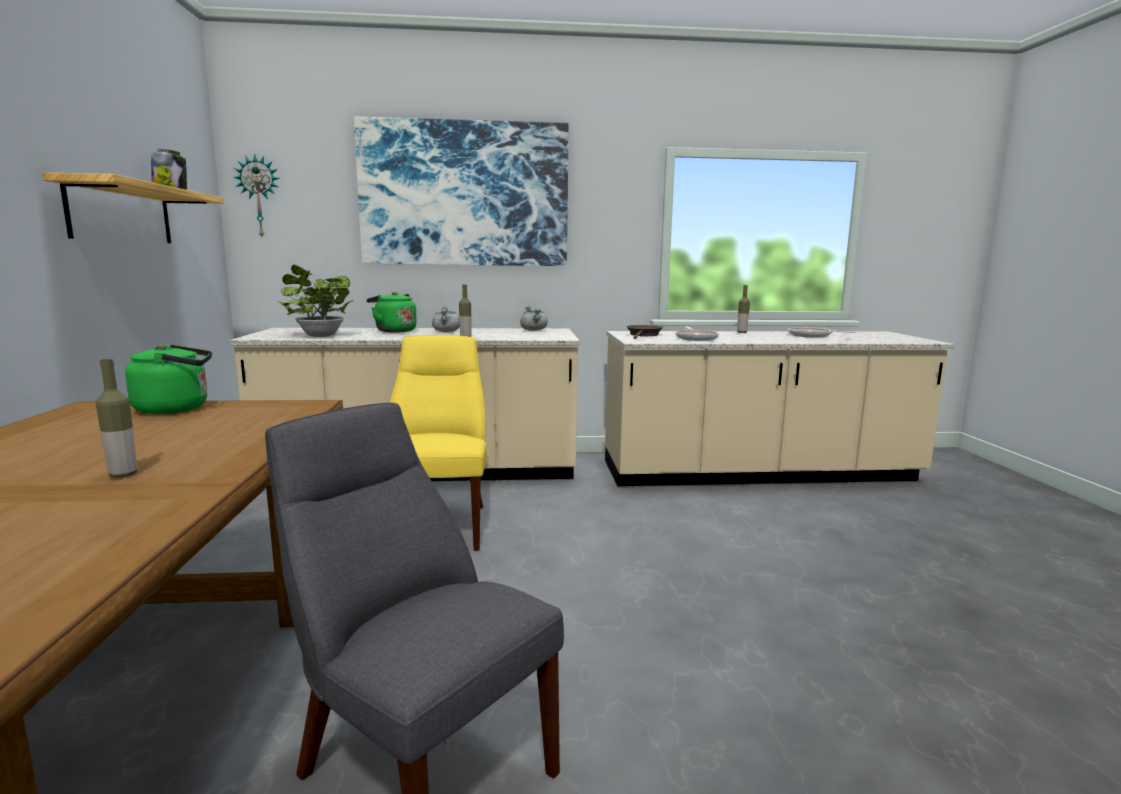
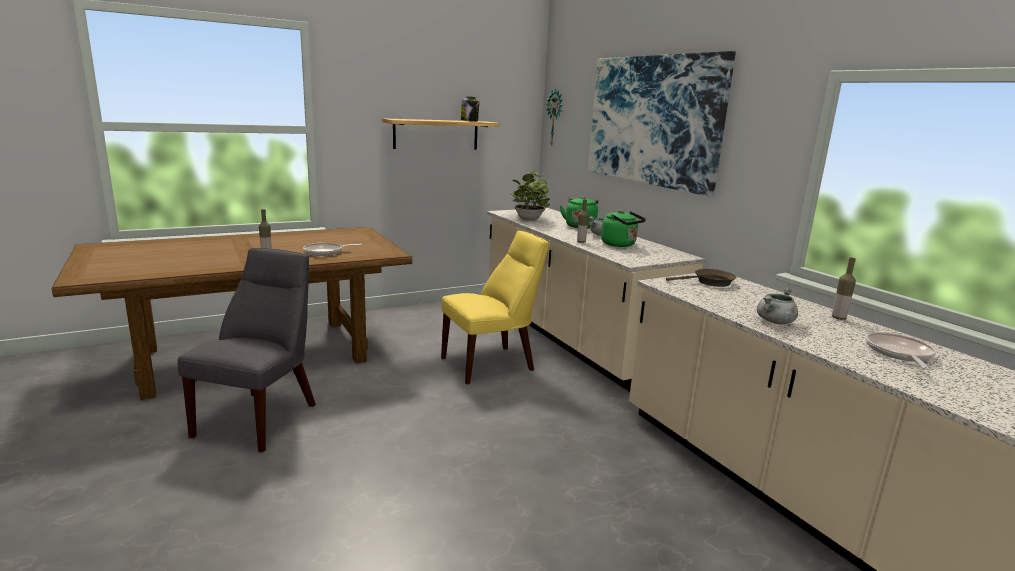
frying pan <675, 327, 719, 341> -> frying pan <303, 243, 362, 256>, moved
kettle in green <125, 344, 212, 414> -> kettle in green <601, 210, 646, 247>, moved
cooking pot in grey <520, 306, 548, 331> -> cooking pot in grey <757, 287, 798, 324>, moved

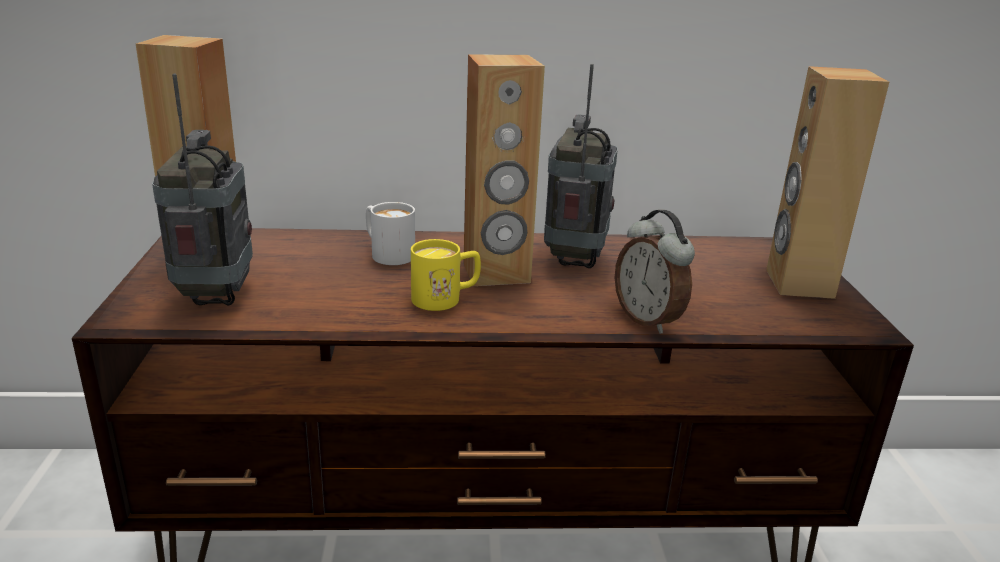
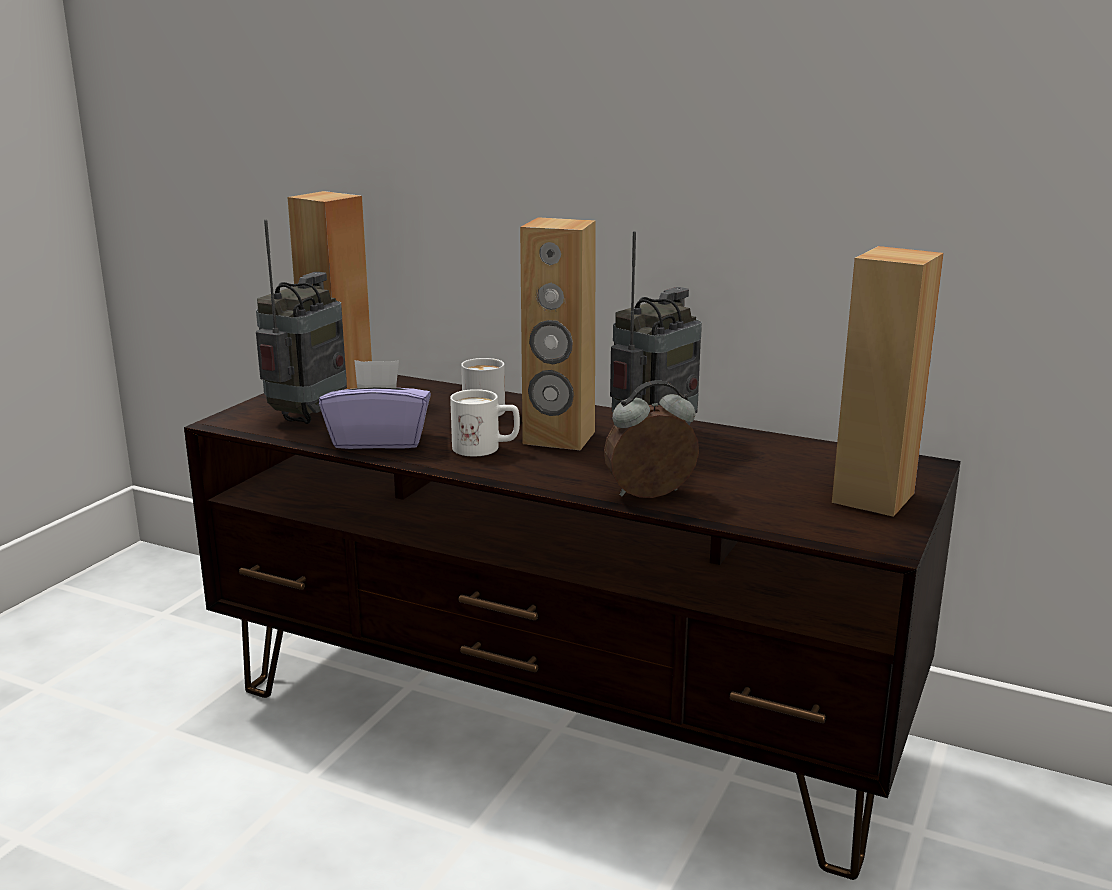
none -> tissue box in purple <319, 360, 431, 449>
mug in yellow <411, 239, 481, 311> -> mug in white <450, 389, 520, 456>
alarm clock <615, 210, 695, 334> -> alarm clock <604, 380, 699, 498>, 75 degrees clockwise

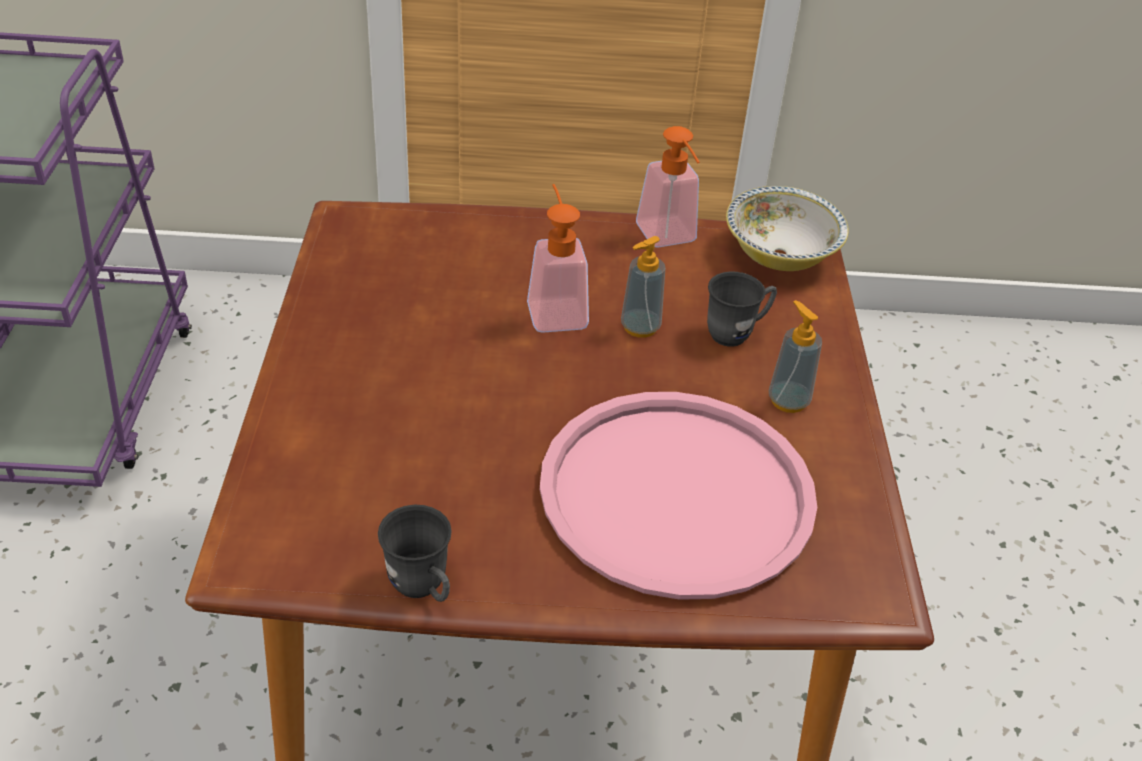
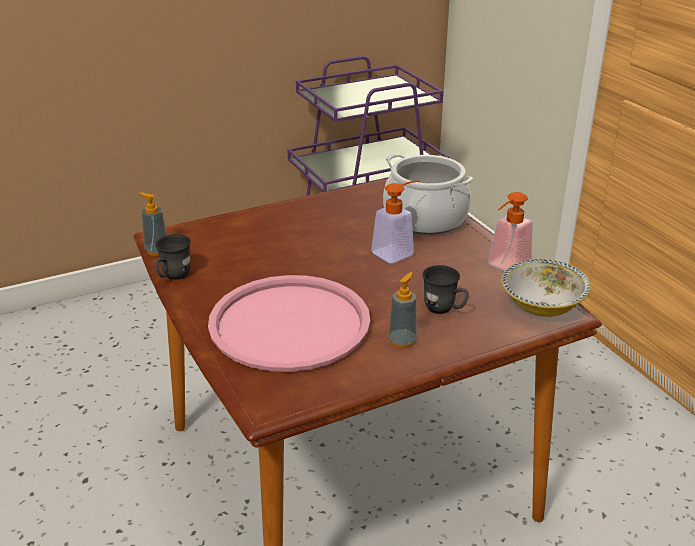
soap dispenser <621, 236, 665, 338> -> soap dispenser <138, 192, 167, 256>, moved
none -> cooking pot <383, 154, 473, 235>

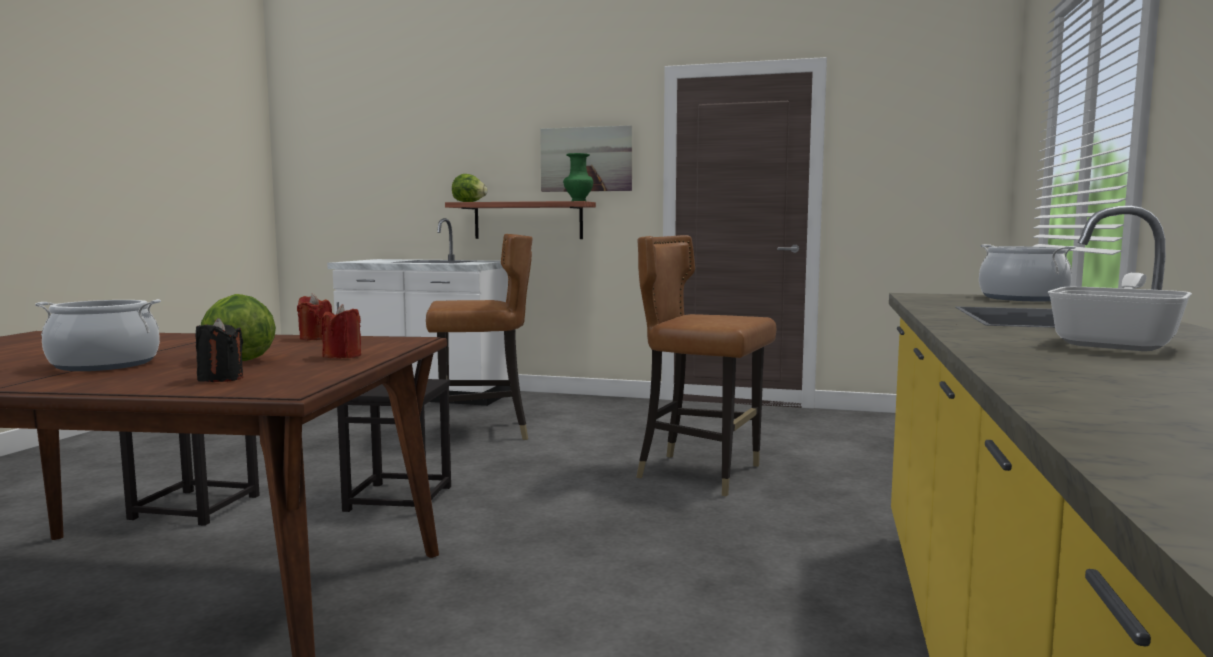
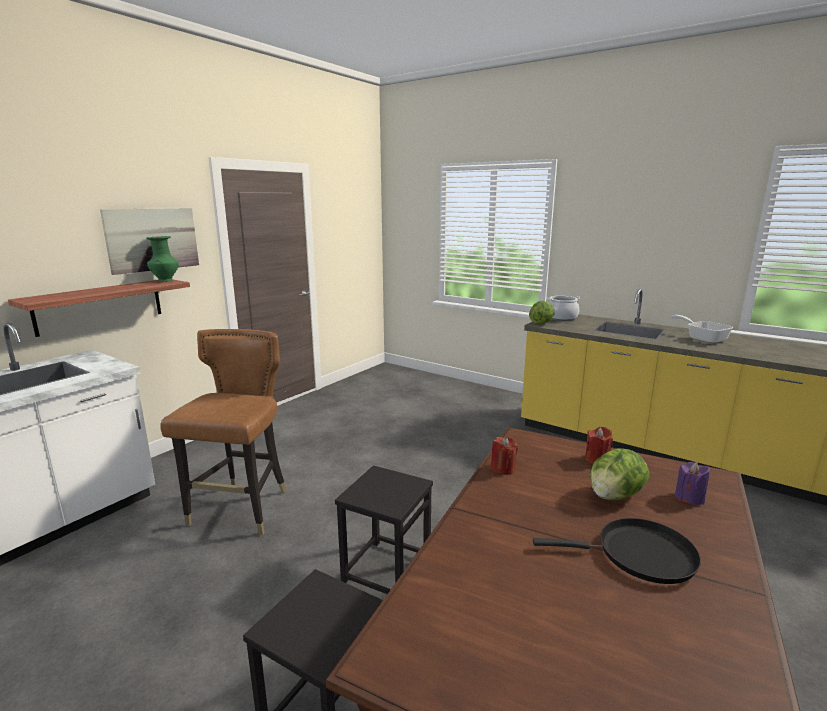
lettuce <452, 174, 487, 202> -> lettuce <529, 301, 555, 325>, moved
cooking pot <35, 299, 161, 371> -> frying pan in black <533, 518, 701, 584>
candle in black <195, 318, 243, 382> -> candle in purple <675, 462, 710, 505>
chair in brown <636, 235, 776, 497> -> none

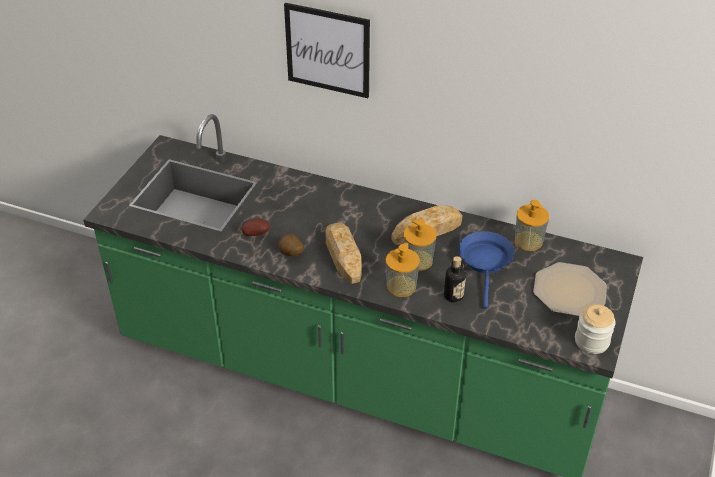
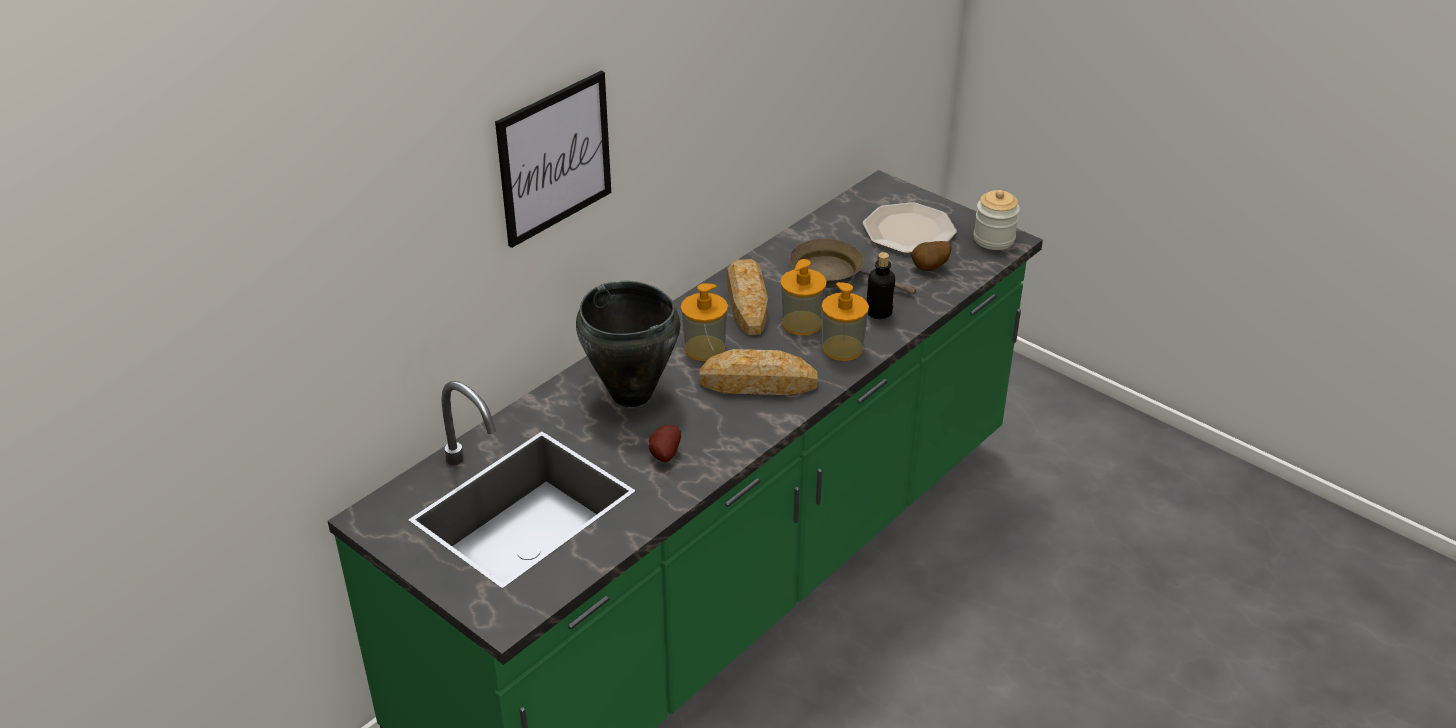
none -> cooking pot in black <576, 281, 680, 407>
soap dispenser <515, 200, 549, 251> -> soap dispenser <681, 283, 728, 361>, moved
frying pan in blue <458, 231, 514, 309> -> frying pan in brown <789, 239, 916, 295>
potato <278, 234, 304, 257> -> potato <912, 241, 951, 271>, moved

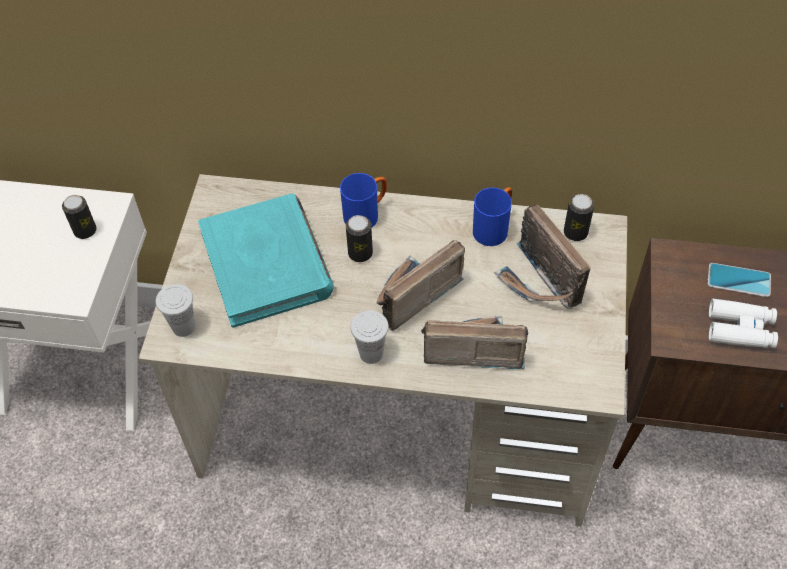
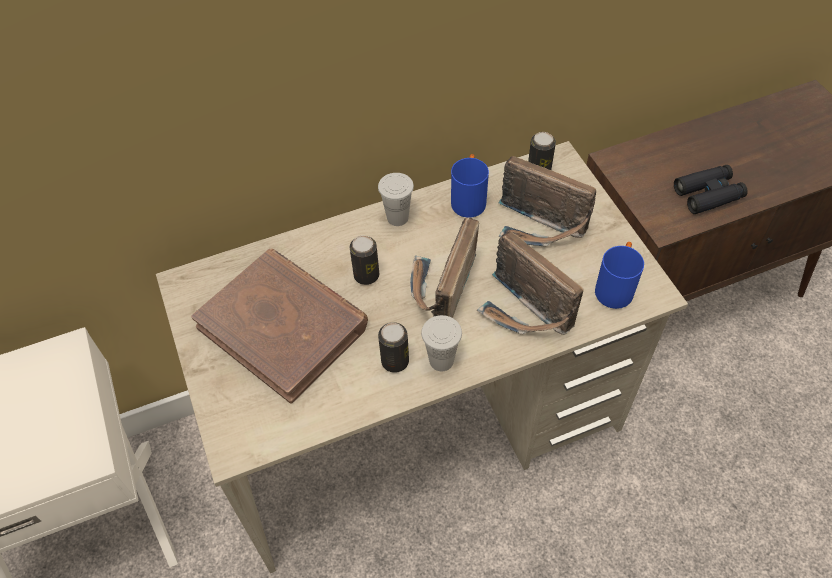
book in turquoise <198, 194, 334, 328> -> book in brown <191, 248, 368, 404>
cup in white <156, 284, 195, 337> -> cup in white <378, 173, 414, 226>, moved
can <62, 195, 97, 239> -> can <378, 322, 409, 373>, moved
radio <421, 316, 528, 369> -> radio <477, 231, 584, 335>, 105 degrees counterclockwise
mug in blue <340, 173, 387, 228> -> mug in blue <595, 242, 644, 309>, moved
binoculars in white <709, 299, 778, 349> -> binoculars in black <674, 165, 748, 214>
phone <708, 263, 771, 297> -> none

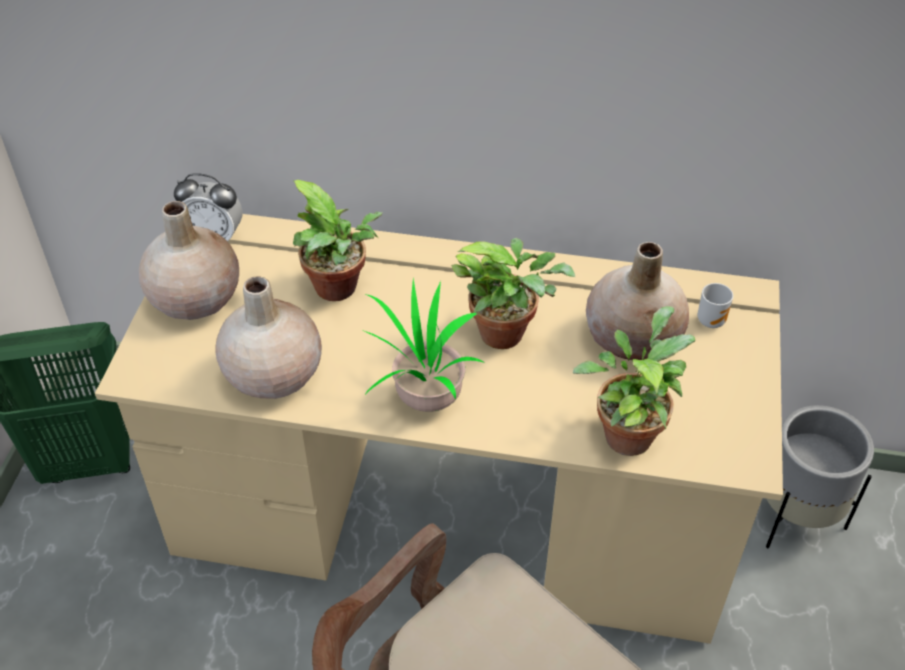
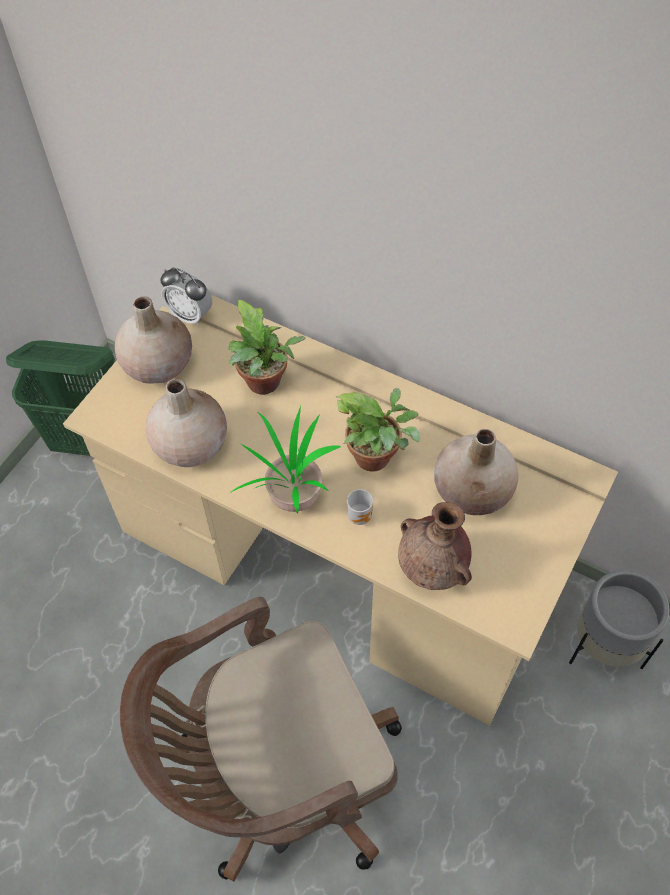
mug <698, 283, 733, 328> -> mug <347, 489, 373, 525>, moved
potted plant <573, 306, 695, 456> -> vase in brown <398, 502, 472, 590>

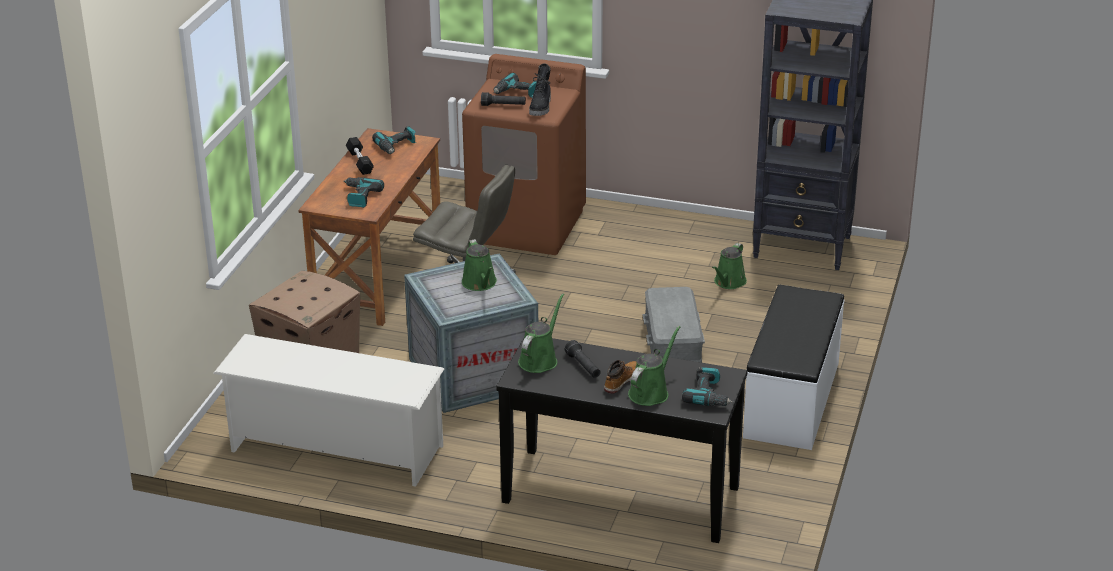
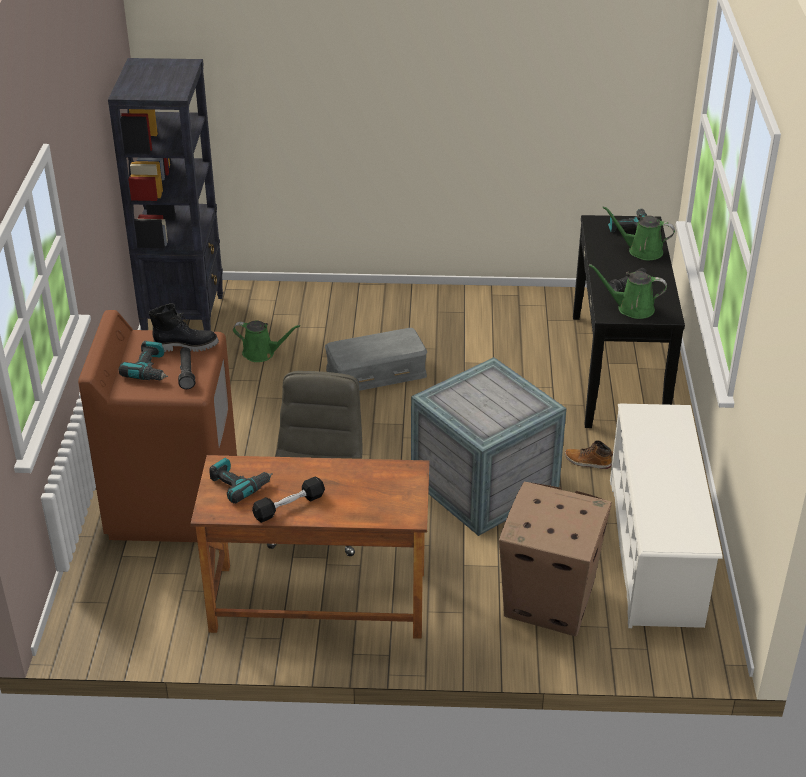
boot <604, 360, 637, 394> -> boot <565, 440, 613, 469>, moved
power drill <343, 177, 384, 208> -> none
watering can in green <462, 239, 497, 291> -> none
bench in white <743, 285, 845, 450> -> none

